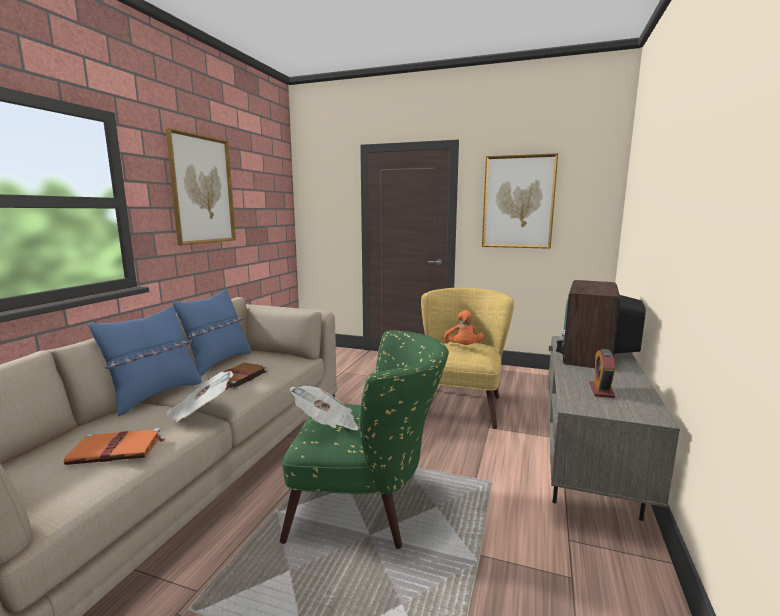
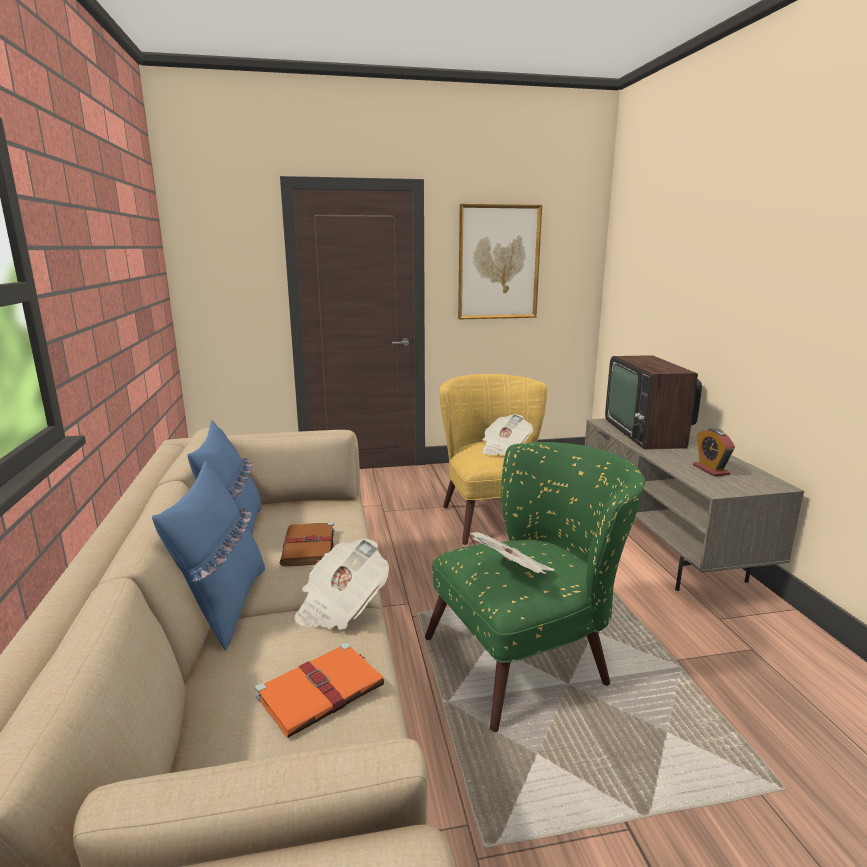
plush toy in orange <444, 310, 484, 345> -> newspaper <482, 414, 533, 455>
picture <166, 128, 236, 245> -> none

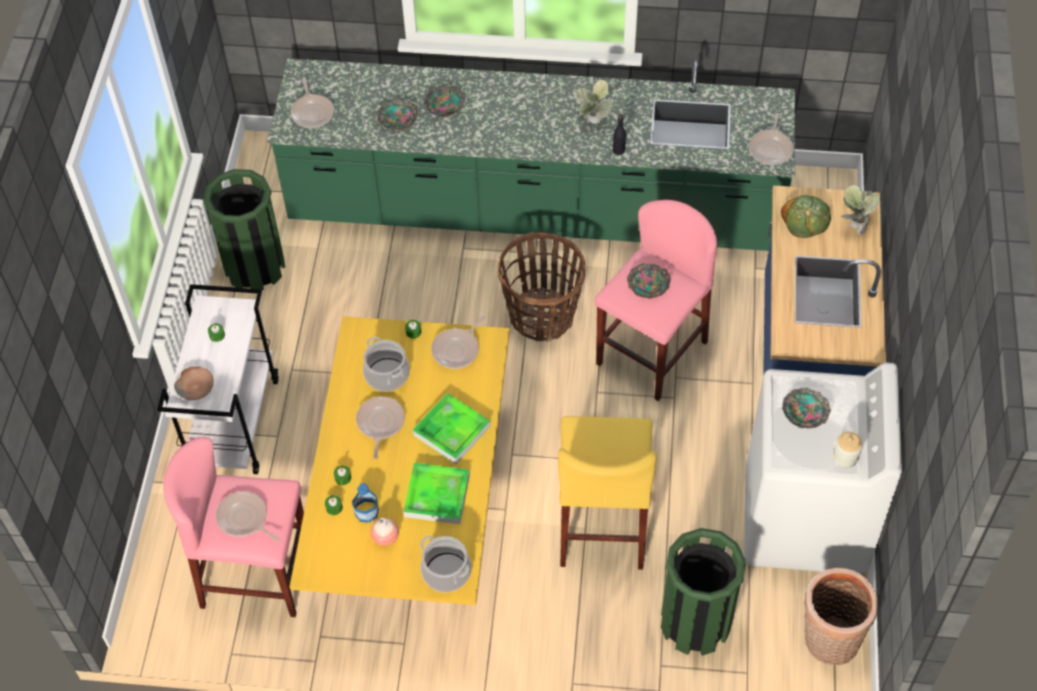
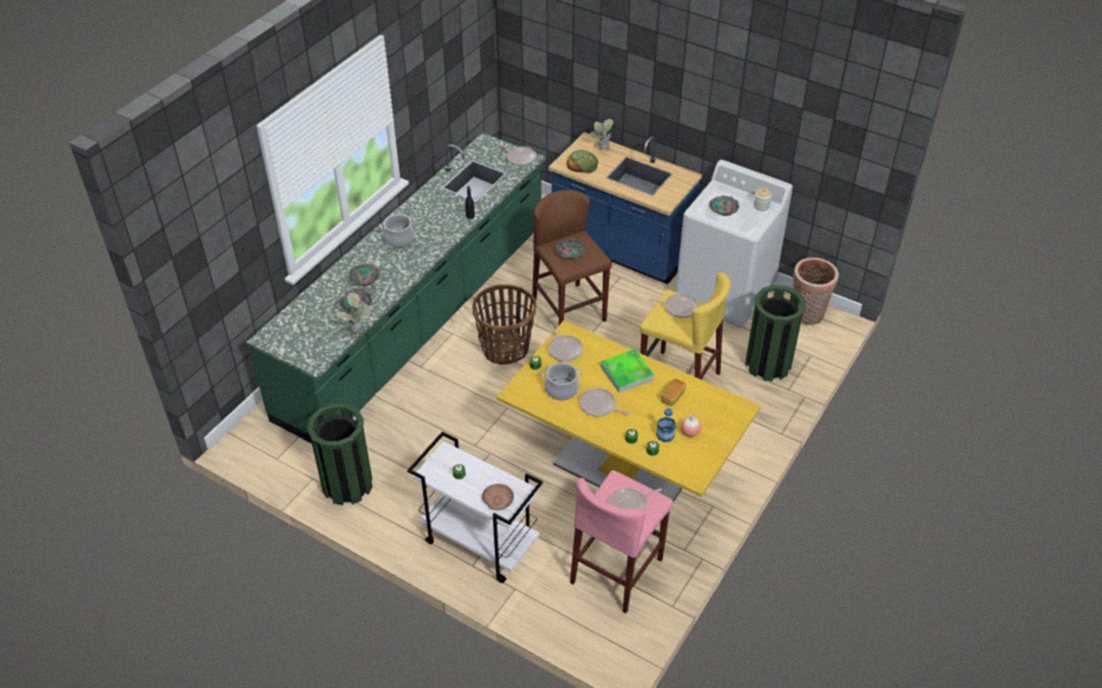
potted plant <575, 80, 612, 124> -> potted plant <336, 293, 371, 331>, moved
cooking pot <420, 536, 471, 592> -> cooking pot <379, 214, 415, 248>, moved
stool in pink <595, 200, 717, 401> -> stool in brown <532, 190, 612, 325>
frying pan <291, 78, 334, 128> -> frying pan <649, 294, 698, 318>, moved
tray <404, 463, 470, 524> -> bread <661, 378, 686, 406>

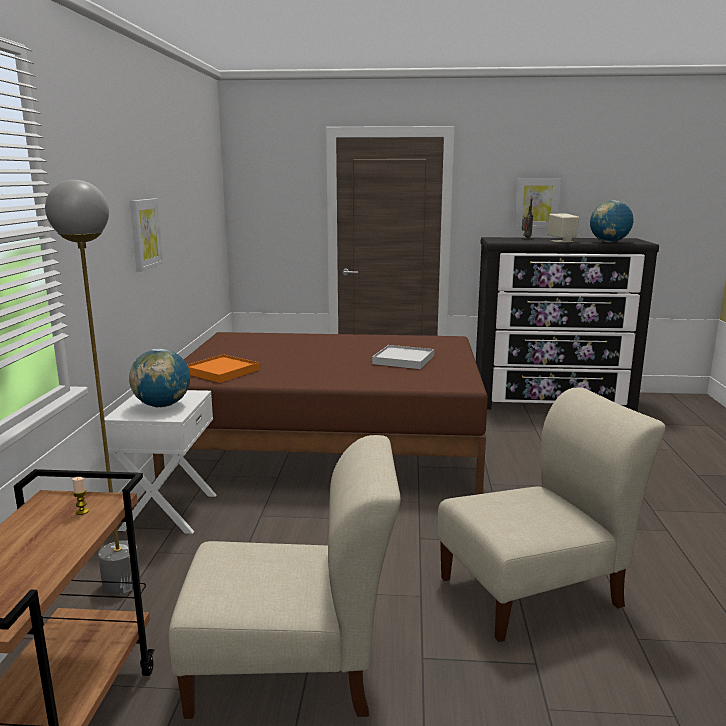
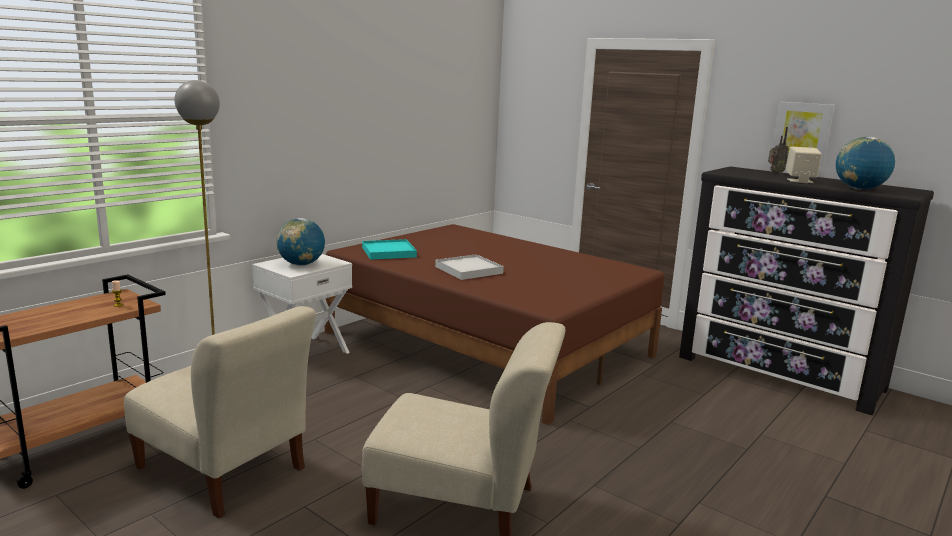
tray in orange <187, 354, 259, 383> -> tray in turquoise <362, 239, 417, 260>
tray in white <372, 345, 434, 369> -> tray in white <435, 254, 504, 280>, moved
picture <130, 199, 163, 272> -> none

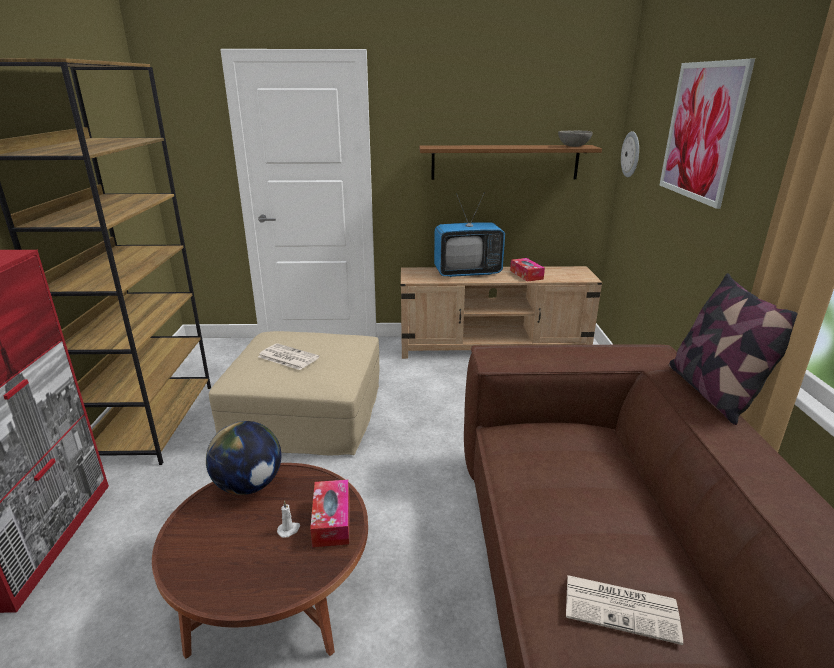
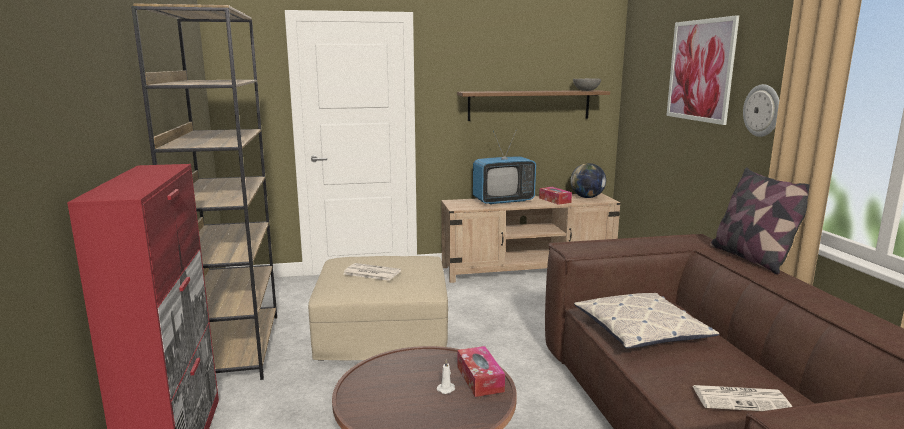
globe <206, 421, 281, 495> -> globe <570, 163, 606, 198>, moved
none -> pillow <574, 293, 719, 349>
wall clock <621, 131, 639, 177> -> wall clock <743, 84, 779, 137>, moved

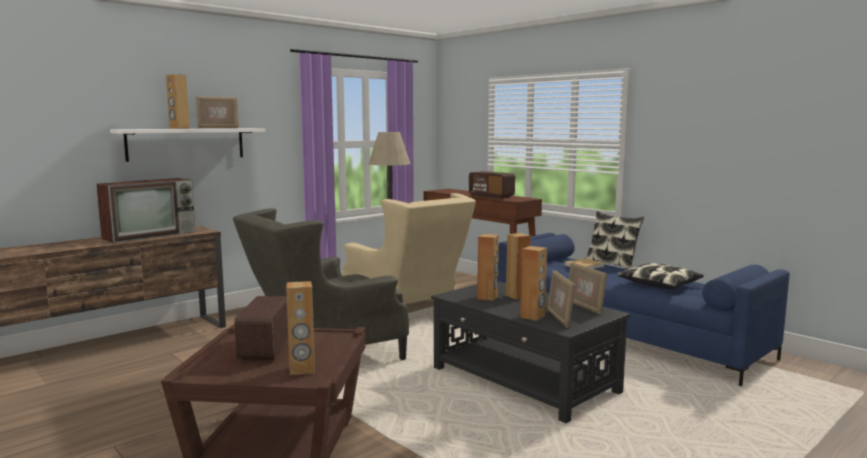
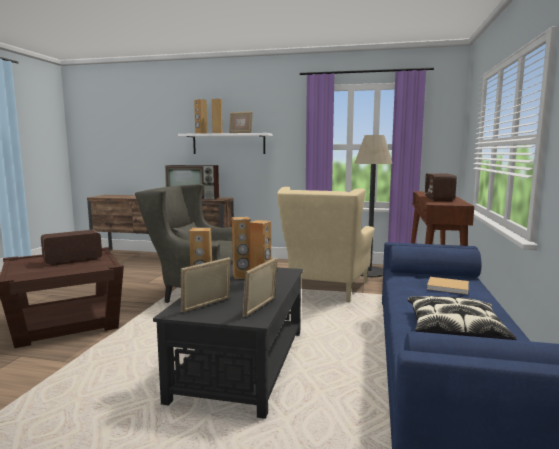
speaker in brown <286, 281, 315, 375> -> speaker in brown <194, 99, 208, 134>, moved
pillow <585, 211, 644, 269> -> none

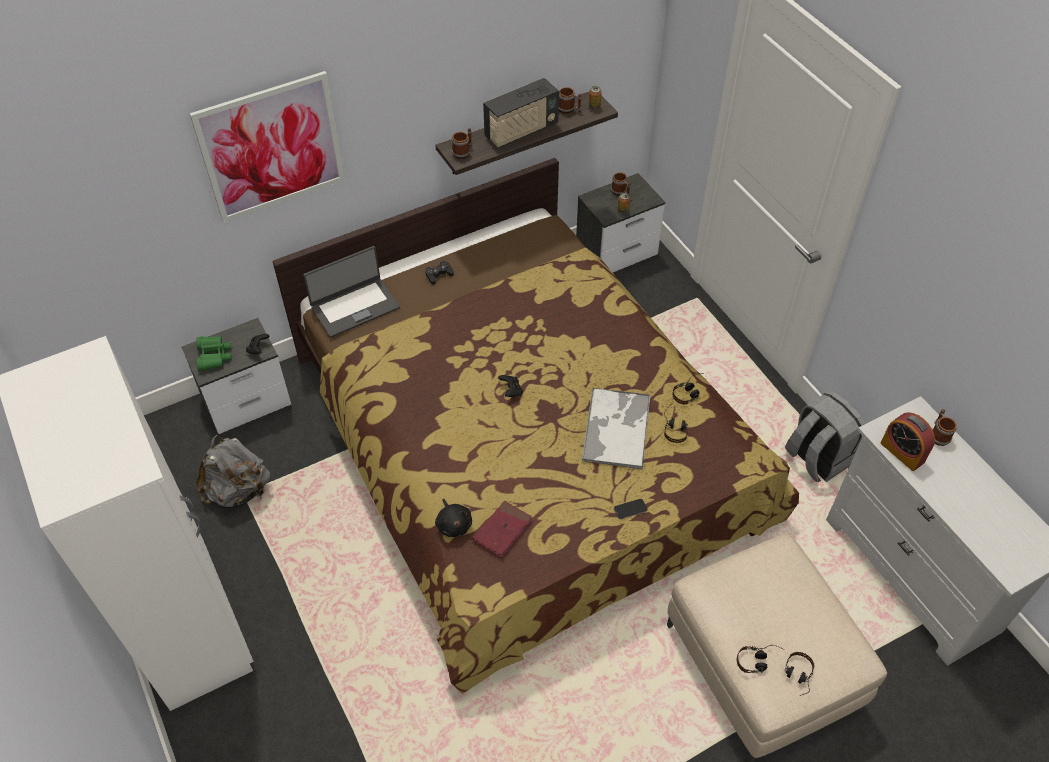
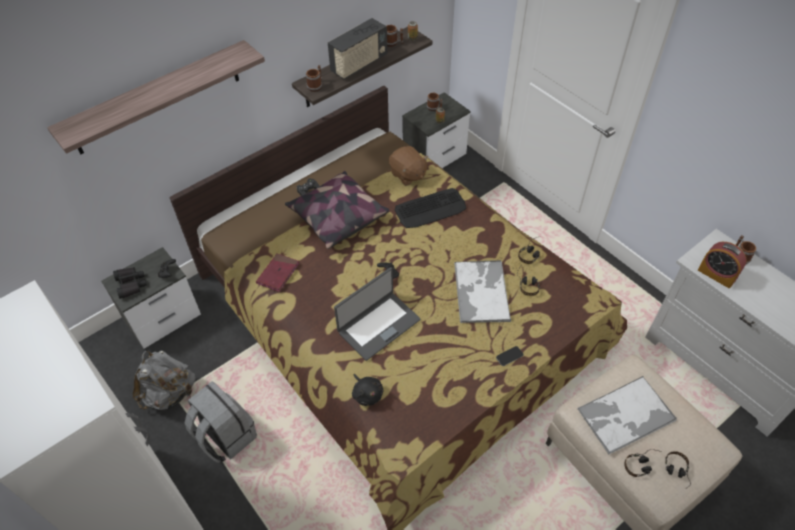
picture <190, 71, 345, 223> -> shelf <47, 40, 265, 154>
binoculars in green <196, 336, 232, 371> -> binoculars in black <113, 267, 147, 299>
backpack in grey <785, 391, 866, 482> -> backpack in grey <185, 381, 257, 463>, moved
book in red <473, 501, 533, 558> -> book in red <256, 253, 300, 292>, moved
none -> pillow <285, 171, 390, 249>
laptop <303, 246, 400, 337> -> laptop <334, 267, 421, 361>, moved
none -> plush toy in brown <389, 146, 428, 186>
none -> keyboard <395, 188, 466, 228>
none -> tray <577, 376, 677, 454>

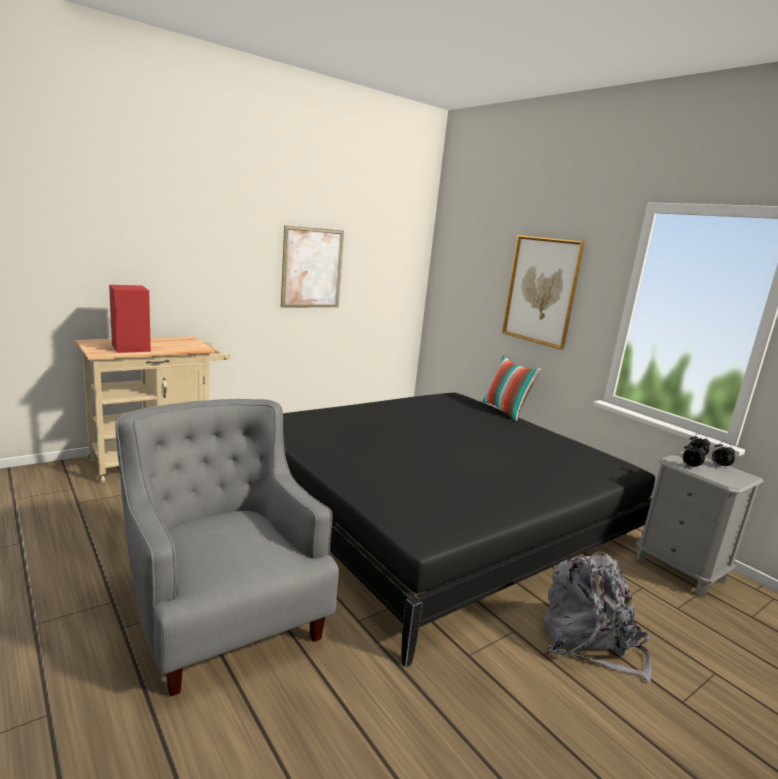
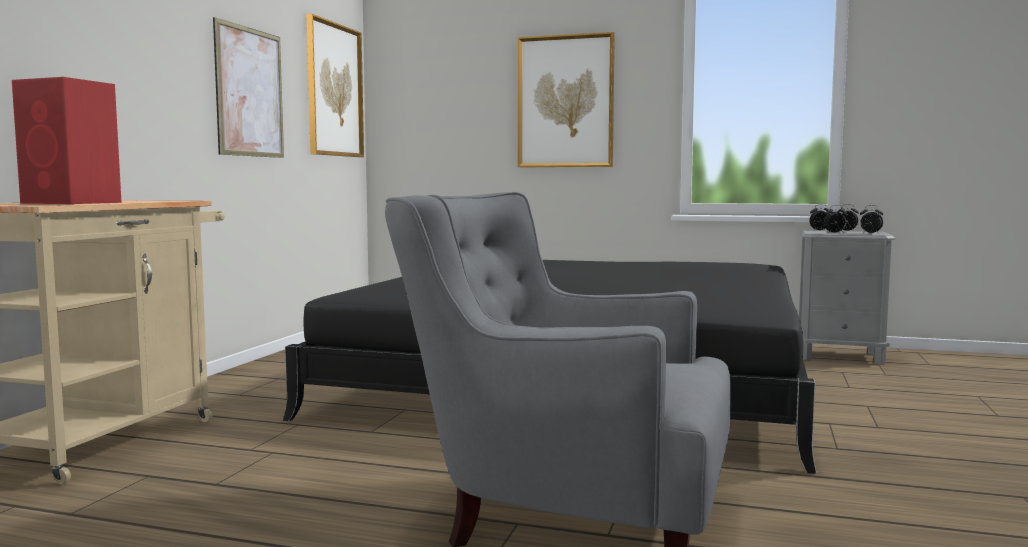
none -> picture <306, 14, 364, 157>
none -> alarm clock <860, 205, 883, 234>
pillow <482, 355, 541, 421> -> none
backpack in grey <544, 551, 651, 682> -> none

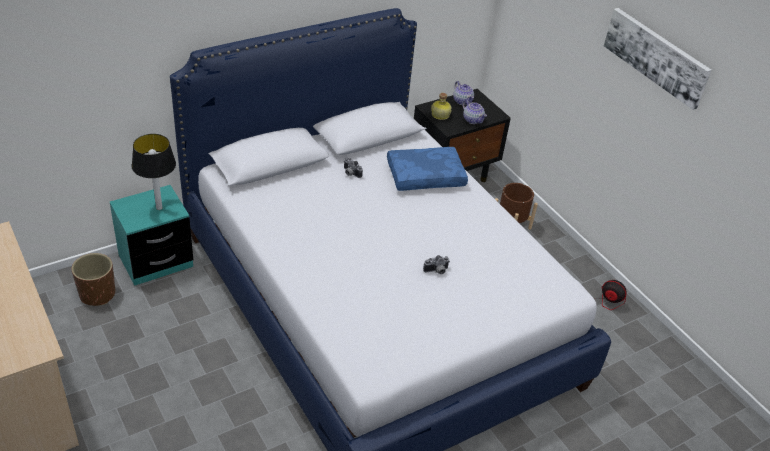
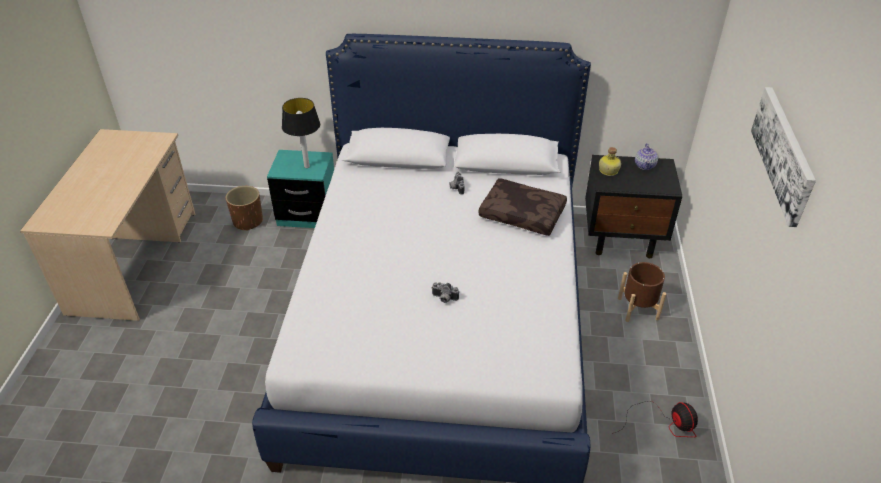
pillow in blue <387, 147, 468, 191> -> pillow in brown <479, 178, 567, 236>
teapot <462, 100, 487, 124> -> none

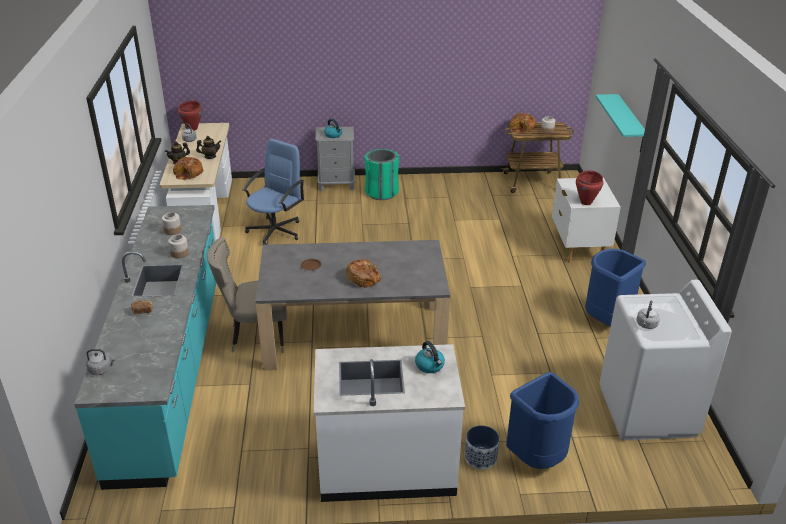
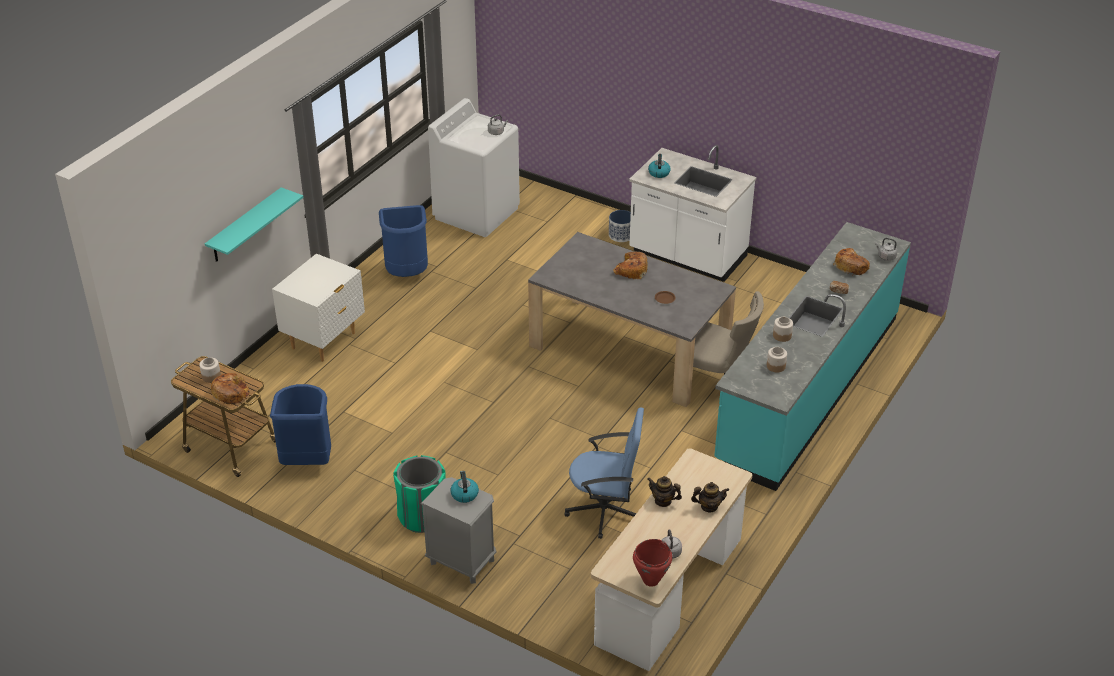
trash can in blue <506, 372, 579, 469> -> trash can in blue <270, 384, 331, 465>, moved
office chair in blue <242, 139, 304, 245> -> office chair in blue <564, 407, 644, 539>, 150 degrees counterclockwise
bread <173, 157, 204, 180> -> bread <833, 248, 870, 275>, moved
cooking pot in red <576, 170, 603, 205> -> none

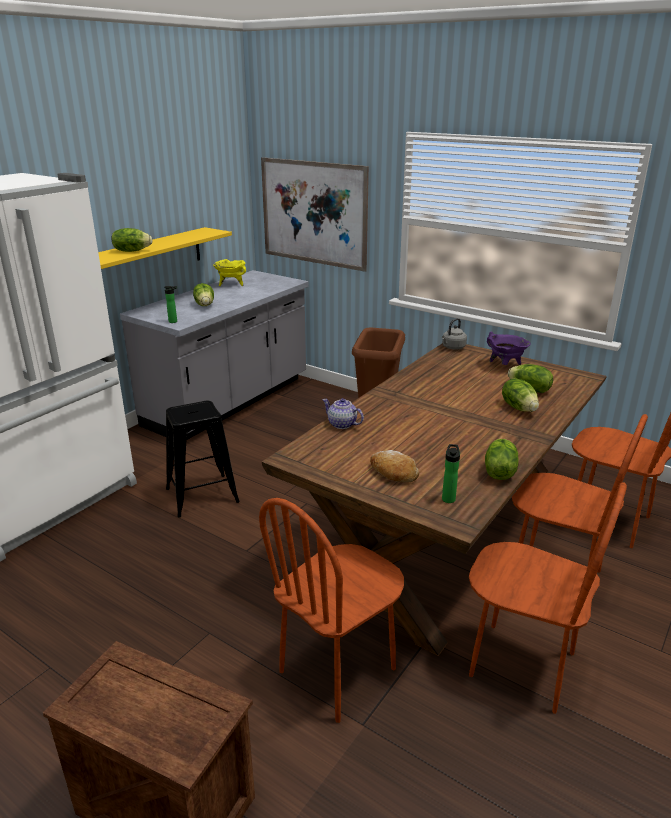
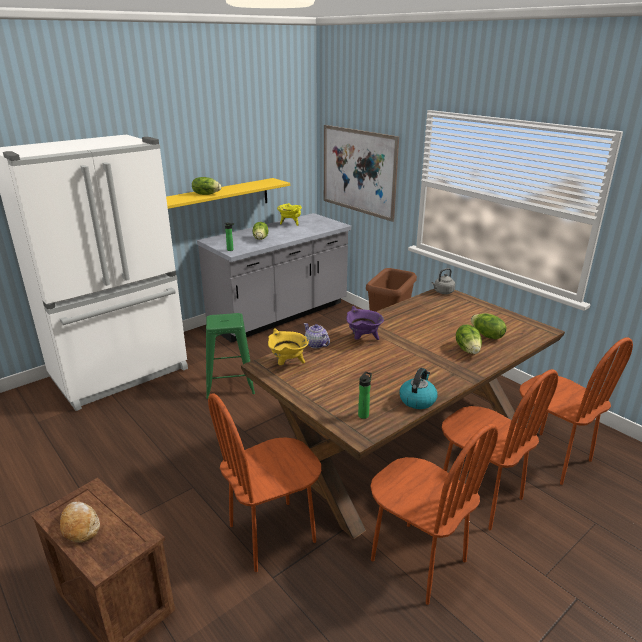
bread <370, 450, 419, 483> -> bread <60, 502, 100, 543>, moved
stool in black <166, 401, 240, 517> -> stool in green <206, 313, 255, 399>
none -> cooking pot in yellow <268, 328, 309, 365>
cooking pot in purple <487, 331, 530, 365> -> cooking pot in purple <346, 306, 384, 340>, moved
lettuce <485, 439, 519, 480> -> kettle <399, 368, 438, 409>

